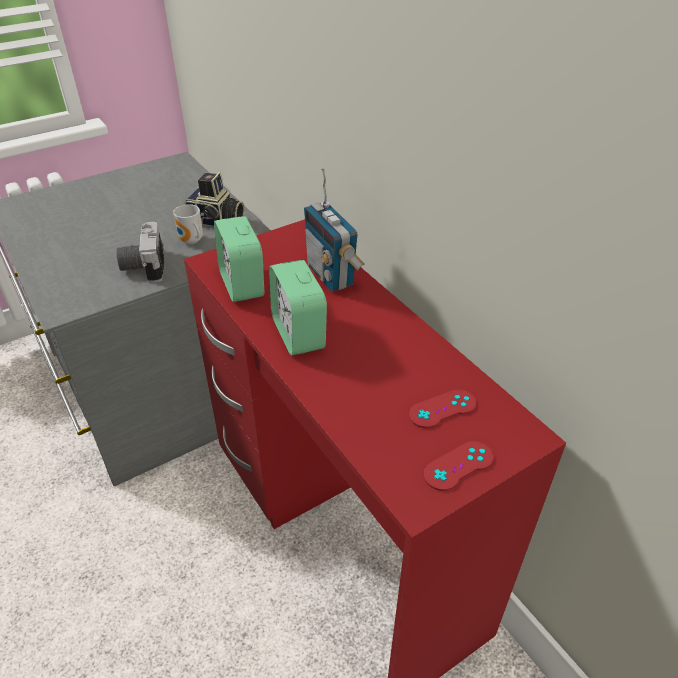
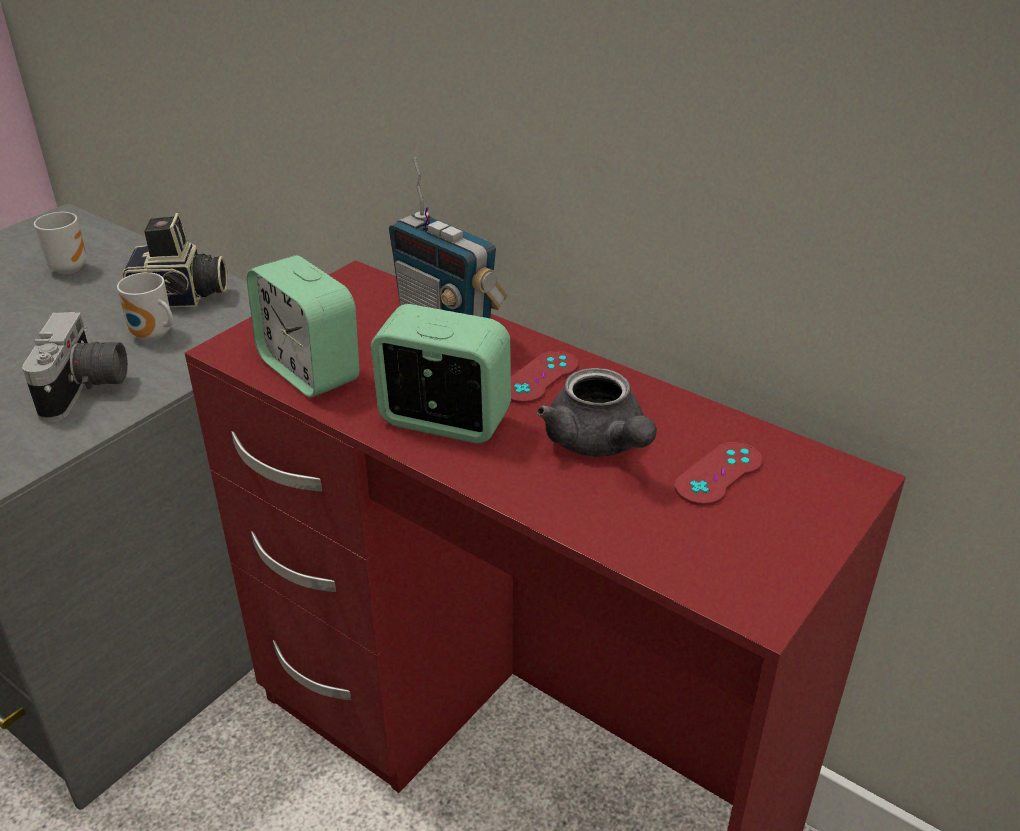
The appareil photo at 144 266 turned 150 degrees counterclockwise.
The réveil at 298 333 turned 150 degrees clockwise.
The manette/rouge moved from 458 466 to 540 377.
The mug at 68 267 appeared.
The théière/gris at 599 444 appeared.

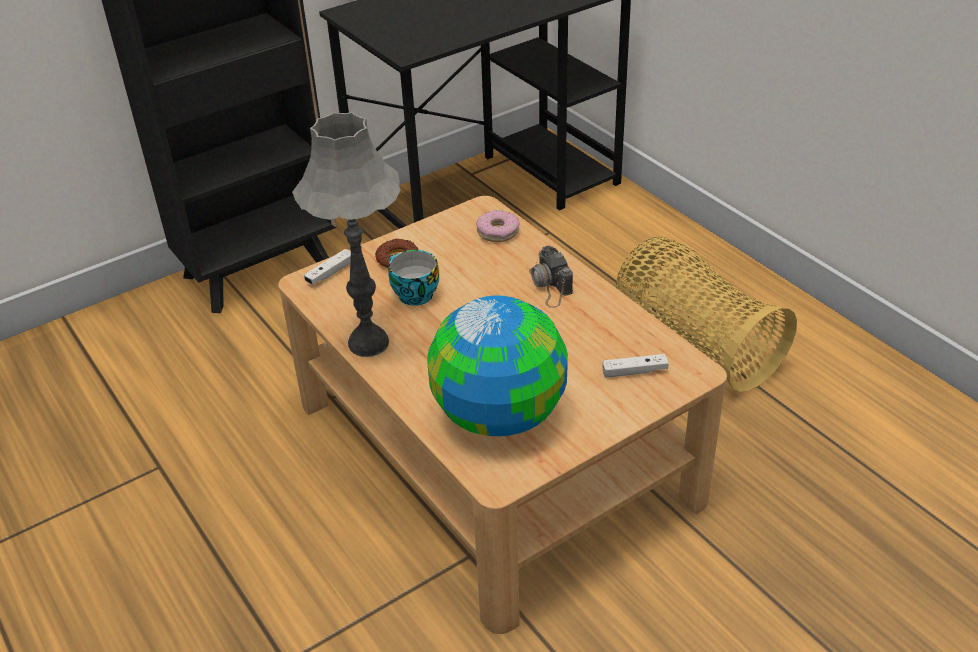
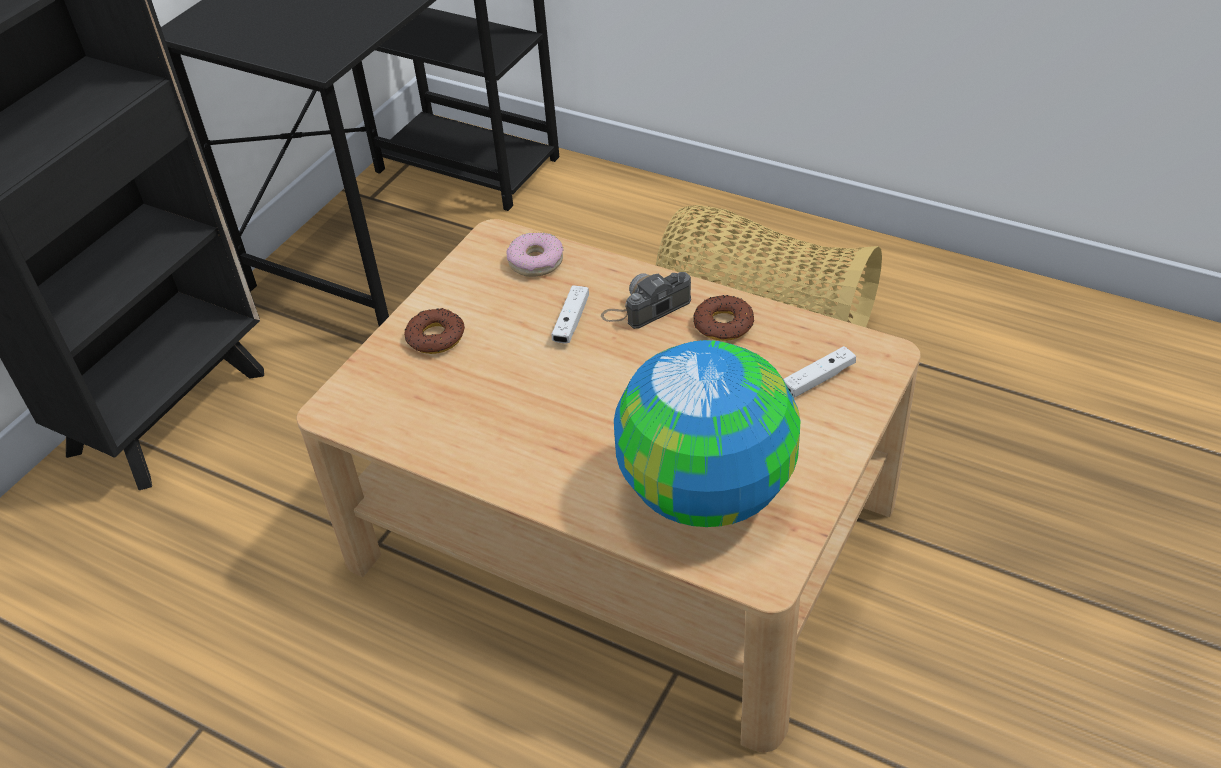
The lampe de table/gris at 369 343 disappeared.
The manette/blanc moved from 330 273 to 571 322.
The tasse at 412 294 disappeared.
The appareil photo at 550 285 turned 105 degrees clockwise.
The beignet at 723 324 appeared.

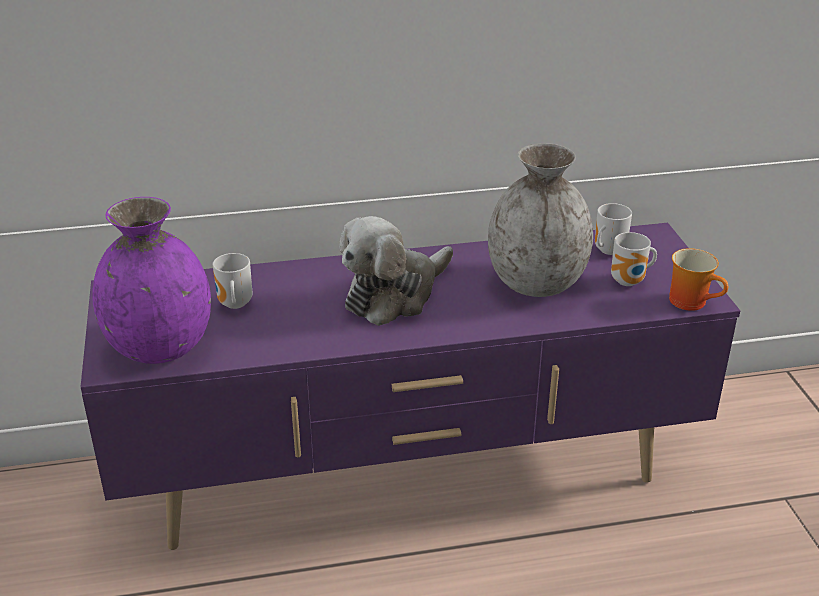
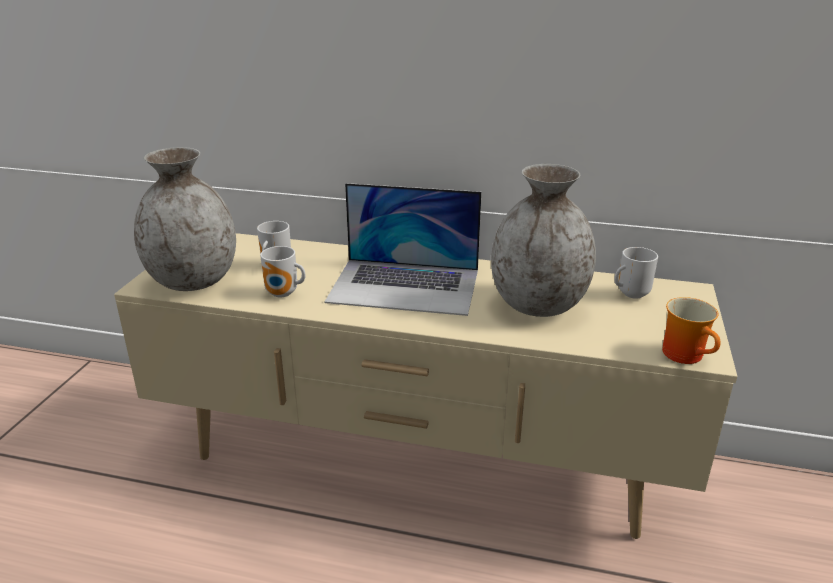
The meuble télé/violet at 410 478 became the meuble télé/beige at 418 464.
The vase/violet at 160 346 became the vase/gris at 194 281.
The peluche at 394 295 was replaced by the ordinateur portable at 405 286.
The mug moved from 630 282 to 283 294.

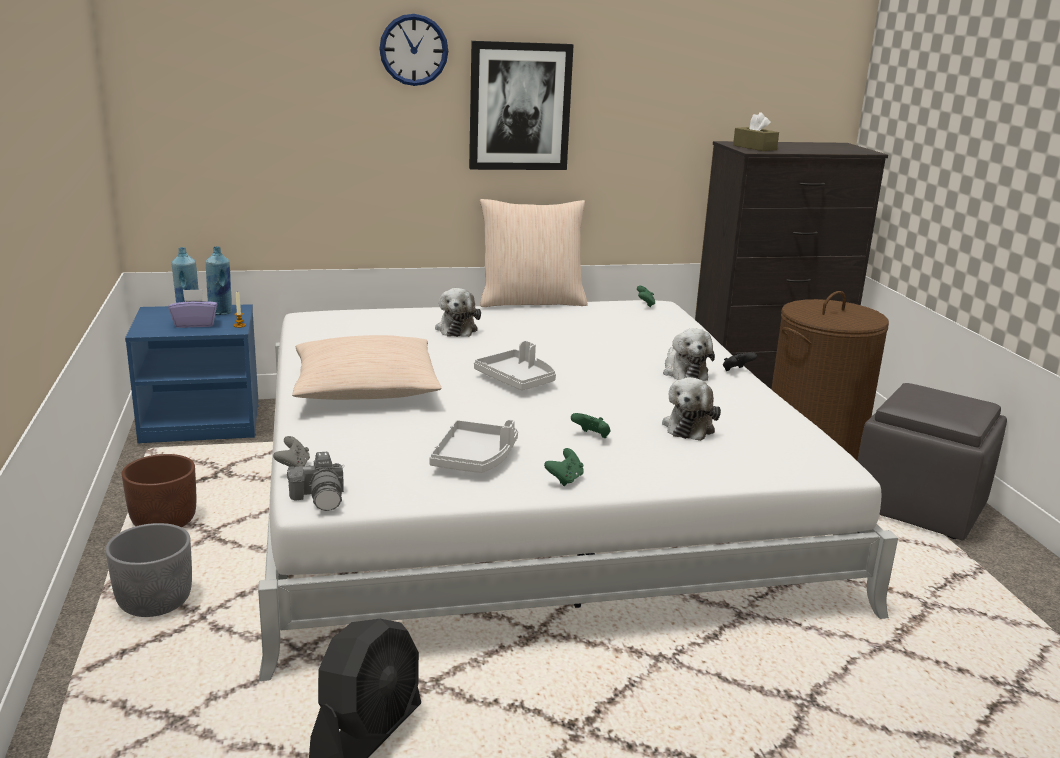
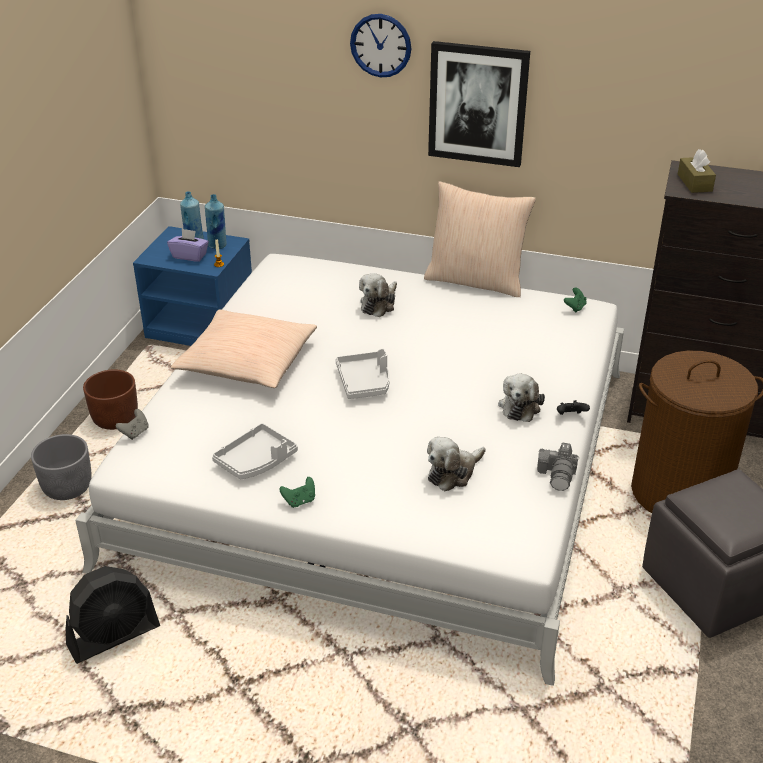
The appareil photo moved from 320 497 to 558 475.
The manette/vert at 591 436 disappeared.

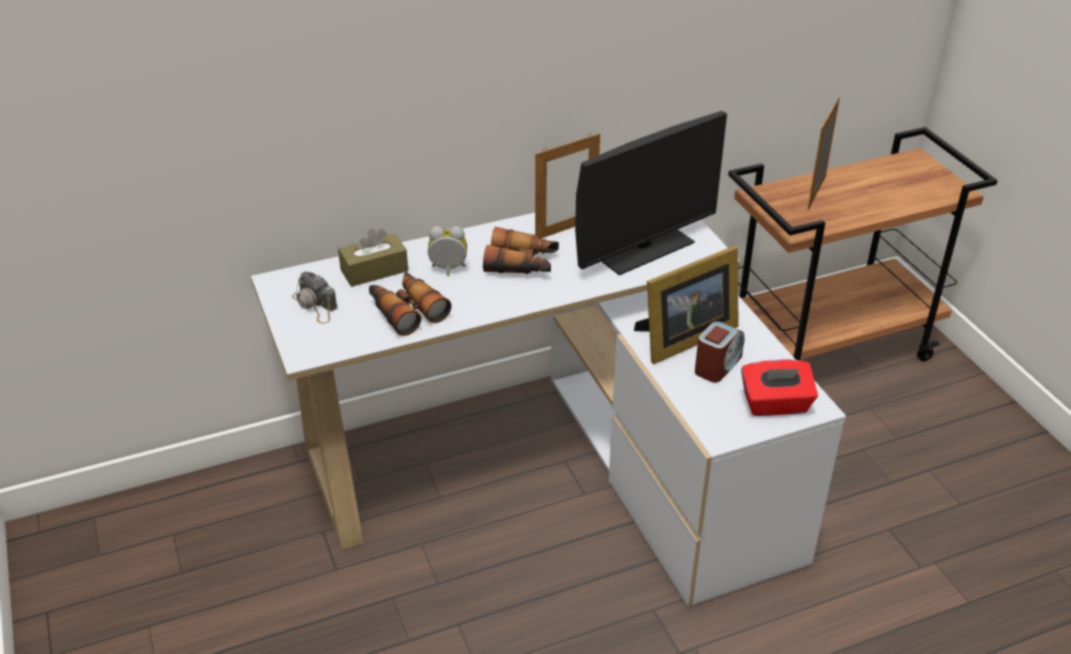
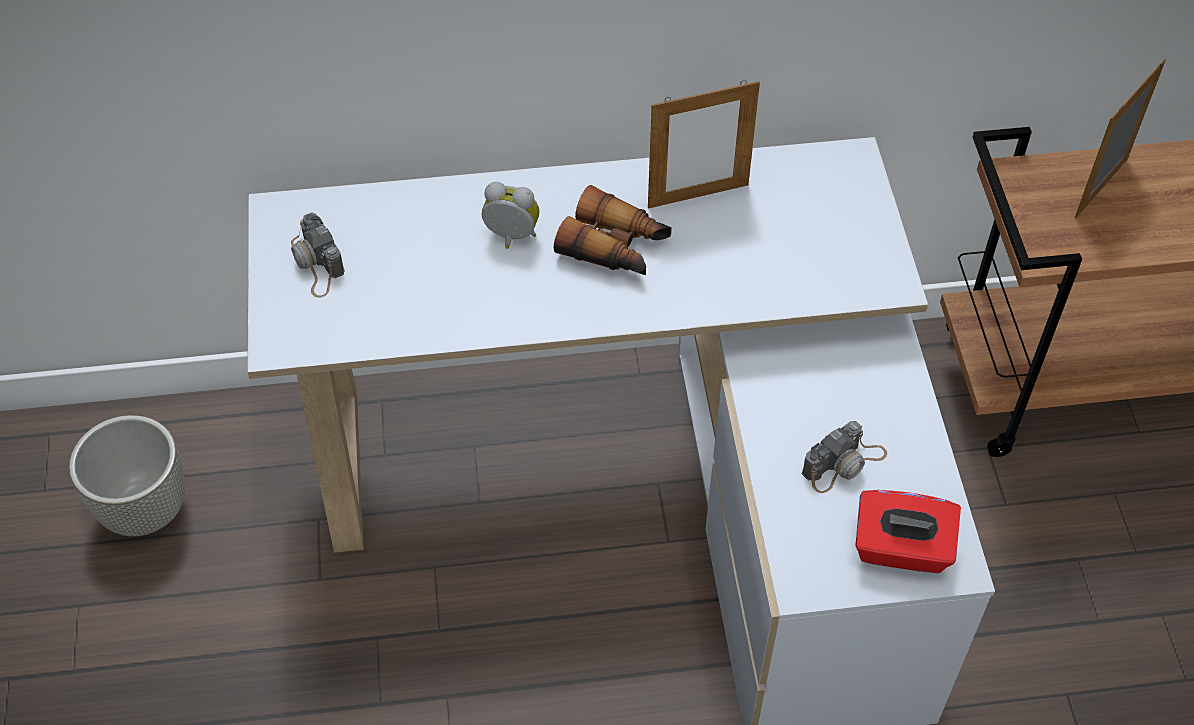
The boîte à mouchoirs/marron at 374 270 disappeared.
The jumelles at 406 310 disappeared.
The écran d'ordinateur at 643 248 disappeared.
The cadre photo at 683 338 disappeared.
The réveil at 717 365 was replaced by the appareil photo at 844 463.
The cache-pot/gris at 144 508 appeared.

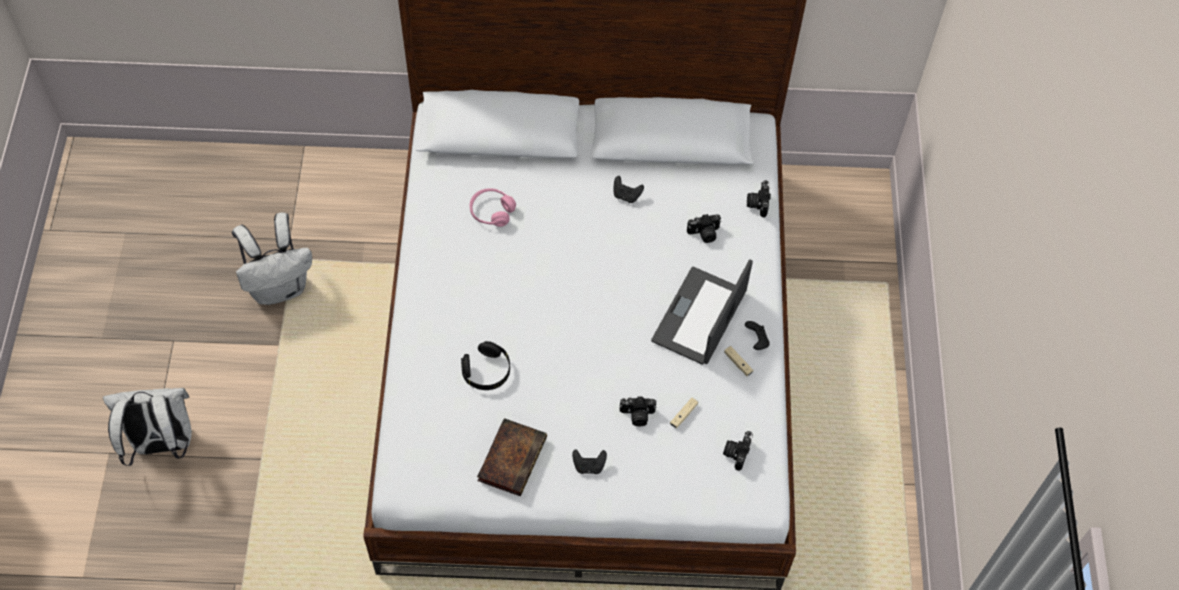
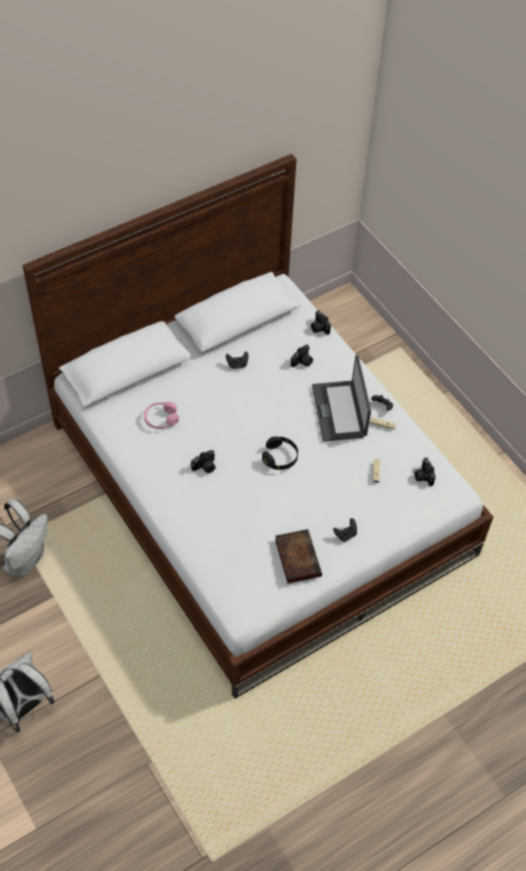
The casque audio/noir moved from 486 372 to 280 458.
The appareil photo moved from 637 415 to 205 467.

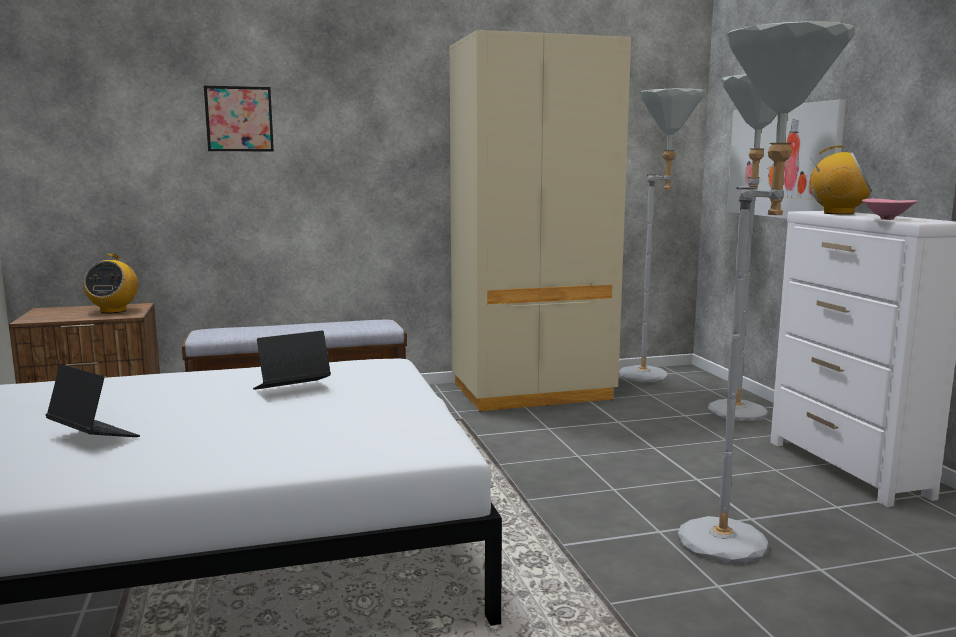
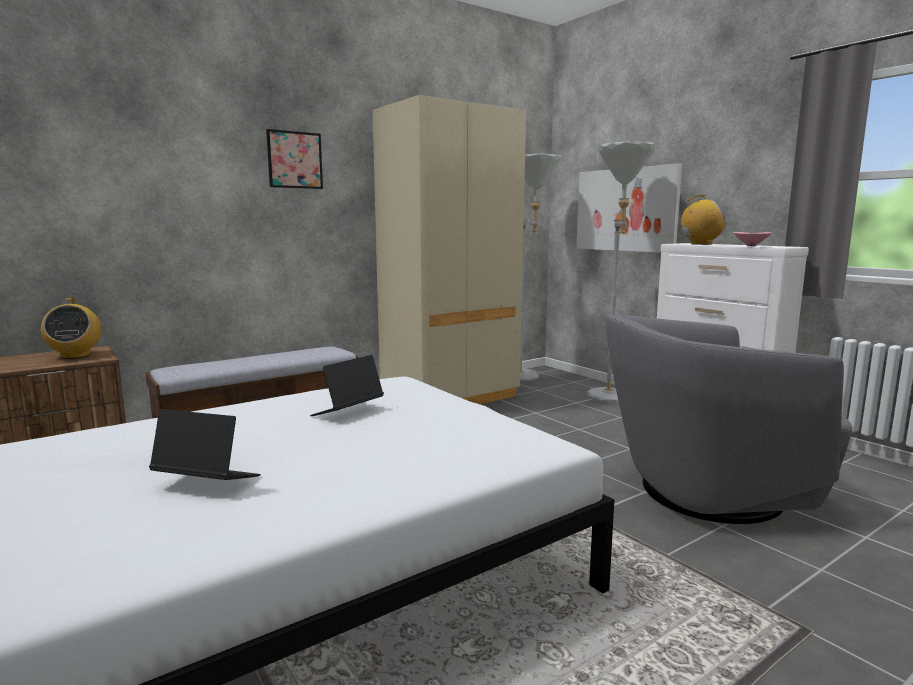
The tableau moved from 239 119 to 295 160.
The lampadaire/gris at 742 545 was replaced by the fauteuil/gris at 706 492.

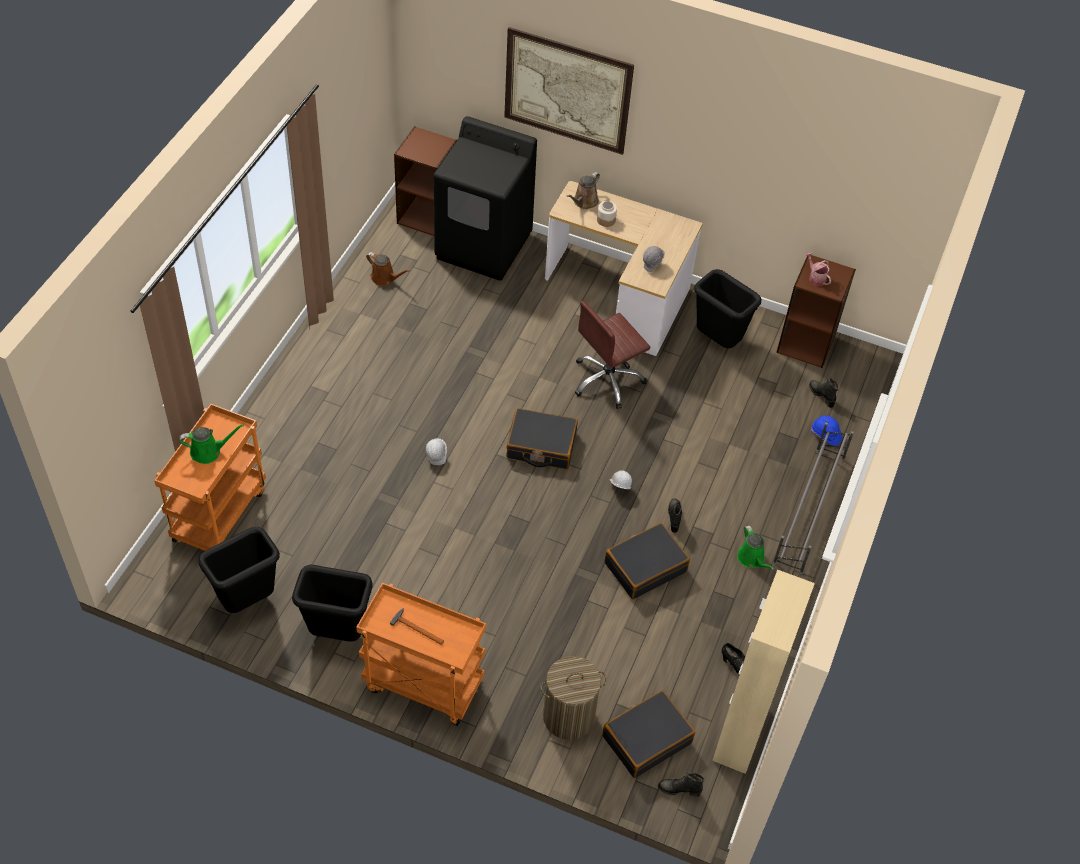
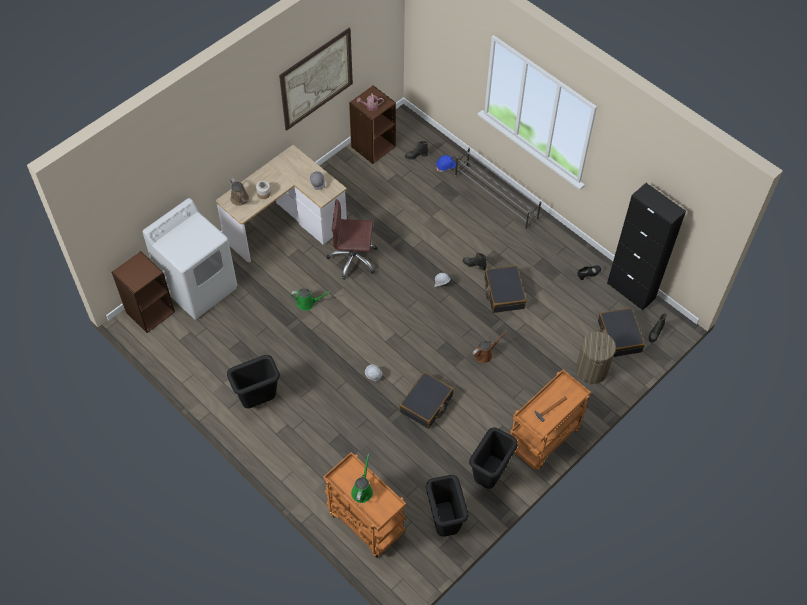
The arrosoir/marron moved from 385 278 to 485 354.
The lave-linge/noir at 484 246 became the lave-linge/blanc at 199 287.
The tableau moved from 567 91 to 316 79.
The valise/noir moved from 541 446 to 426 404.
The chaise de bureau/marron at 607 380 turned 105 degrees clockwise.
The poubelle/noir moved from 718 342 to 259 400.
The meuble de rangement/beige at 740 734 became the meuble de rangement/noir at 631 291.
The arrosoir/vert moved from 752 559 to 307 303.

